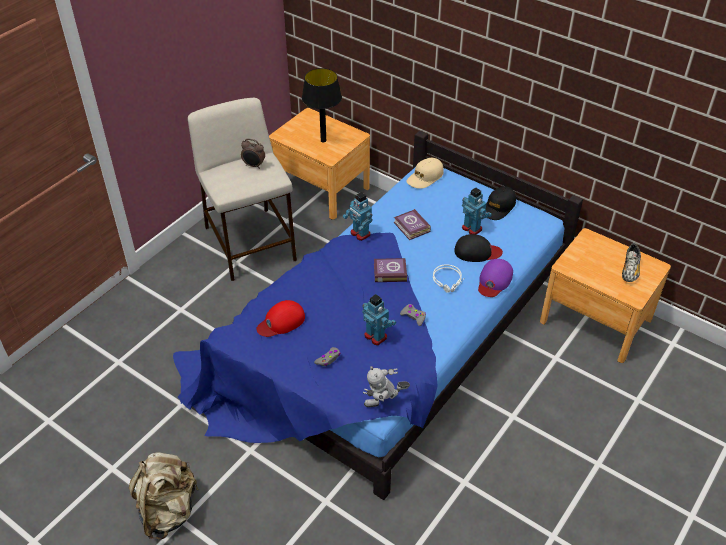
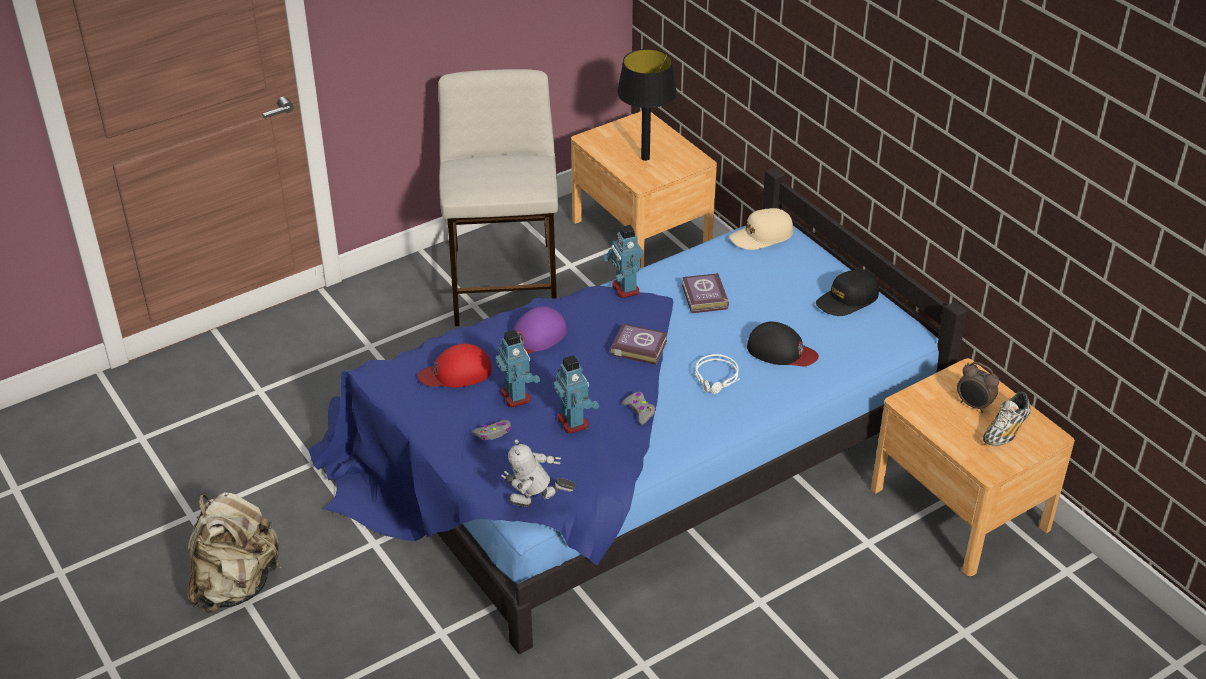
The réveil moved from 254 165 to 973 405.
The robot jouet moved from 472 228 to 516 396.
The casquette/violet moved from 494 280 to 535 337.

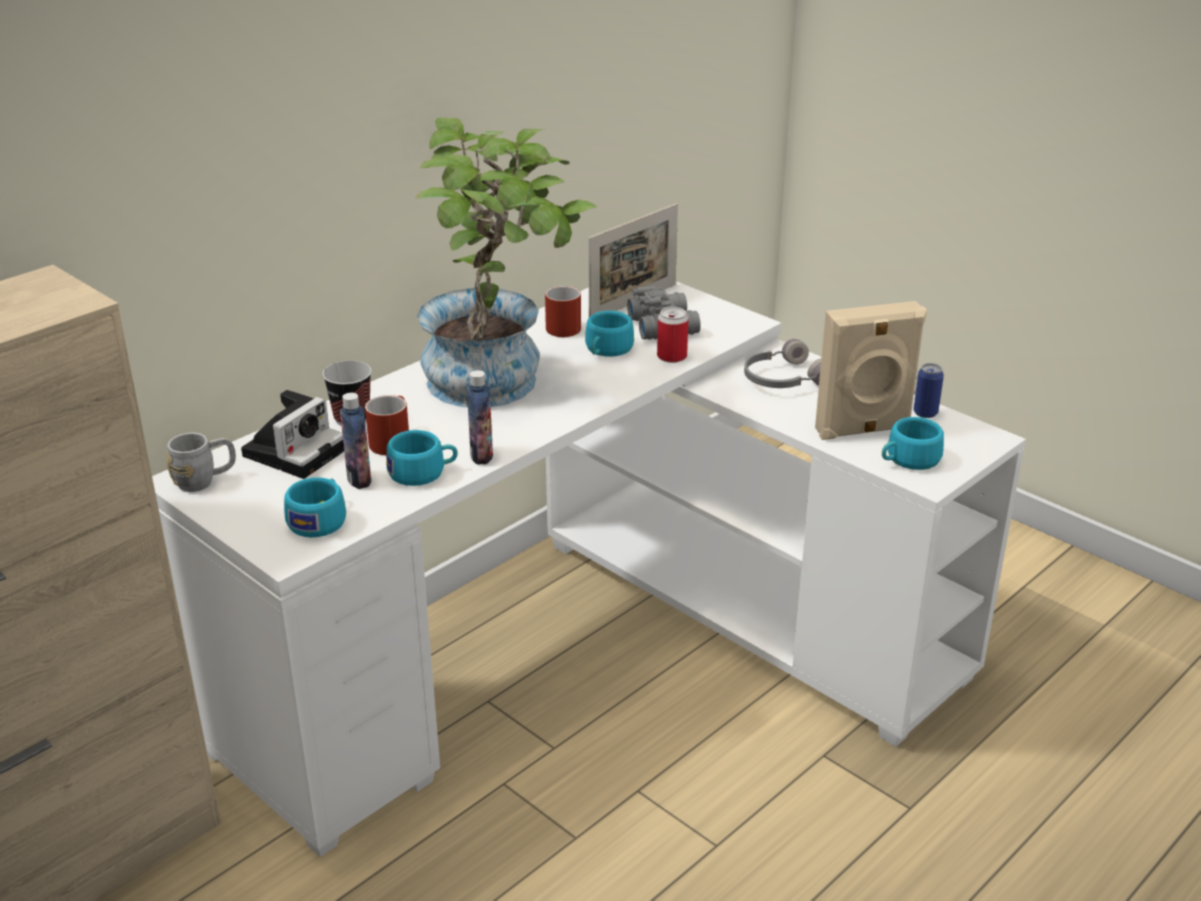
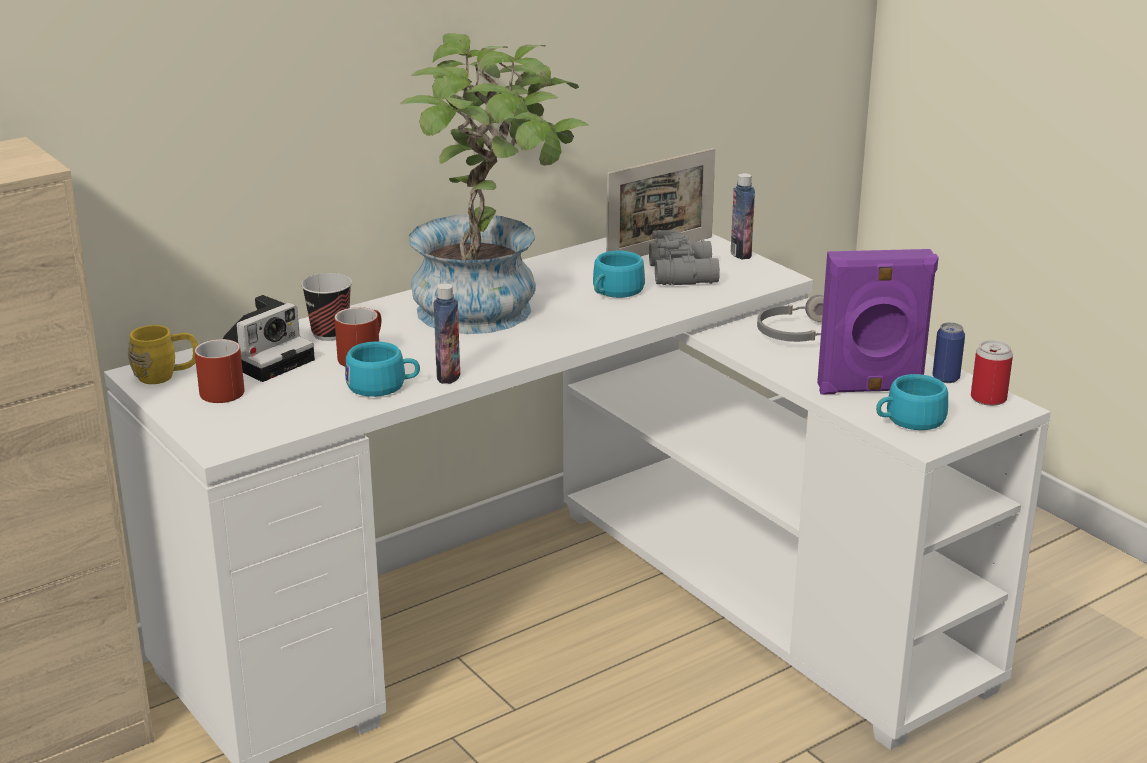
The mug/gris at 205 480 became the mug/jaune at 166 375.
The tasse/turquoise at 320 519 disappeared.
The bouteille moved from 359 479 to 741 254.
The mug/rouge moved from 559 326 to 220 389.
The boîte métallique moved from 672 357 to 988 399.
The enceinte/beige at 863 430 became the enceinte/violet at 870 389.

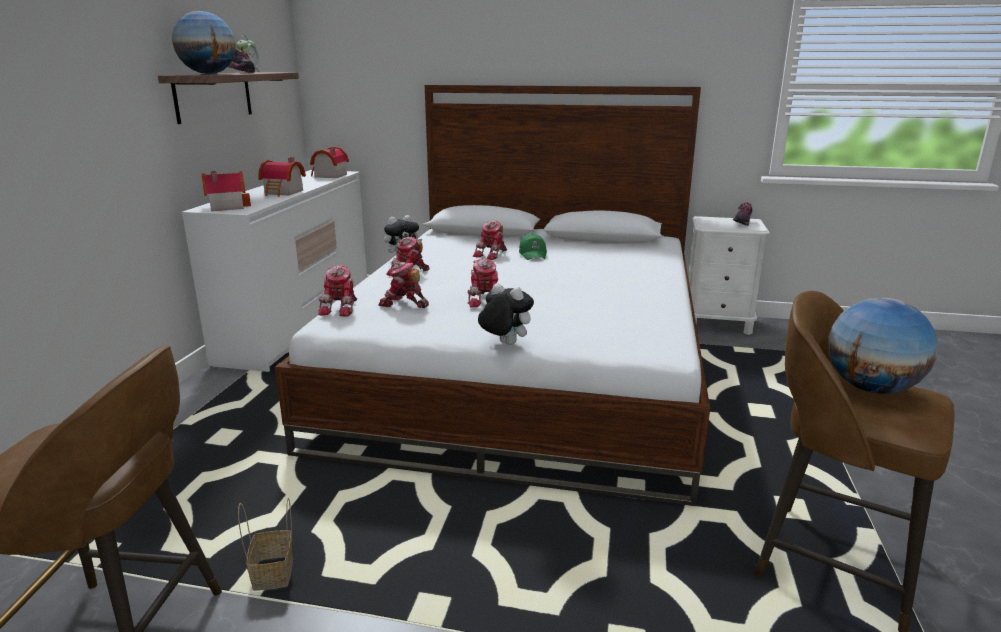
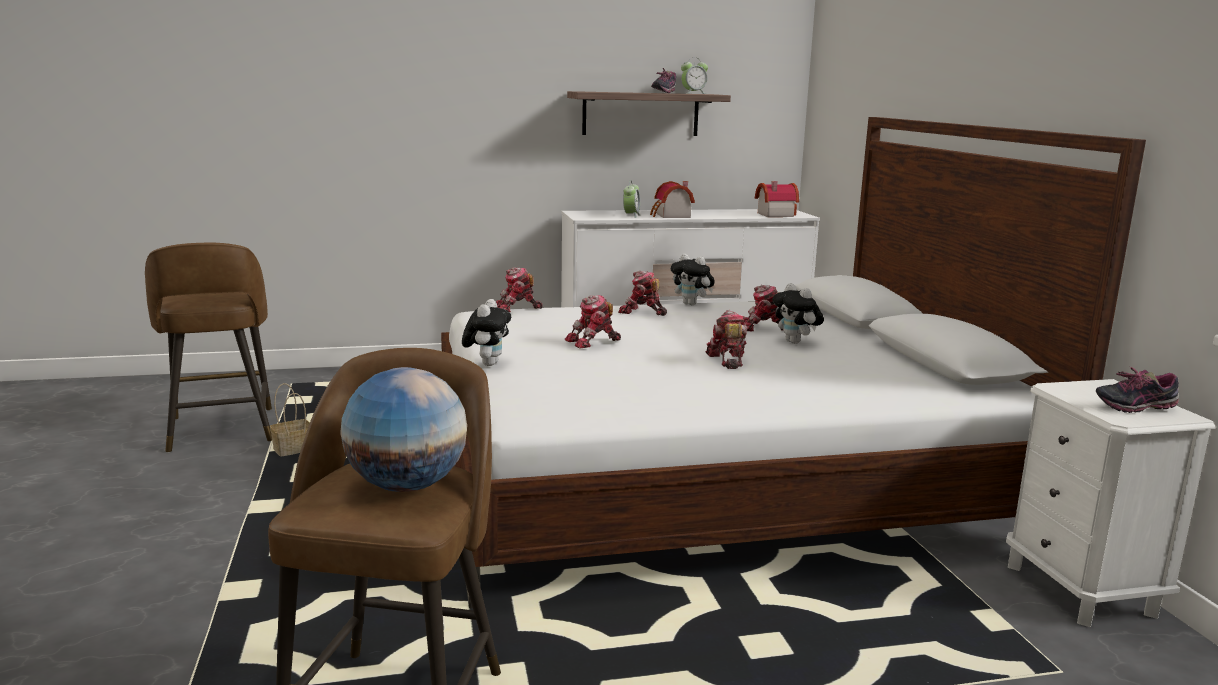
The globe at 209 74 disappeared.
The maison miniature at 225 206 disappeared.
The robot jouet moved from 404 304 to 727 360.
The casquette/vert at 533 254 was replaced by the peluche at 796 342.
The réveil at 631 216 appeared.

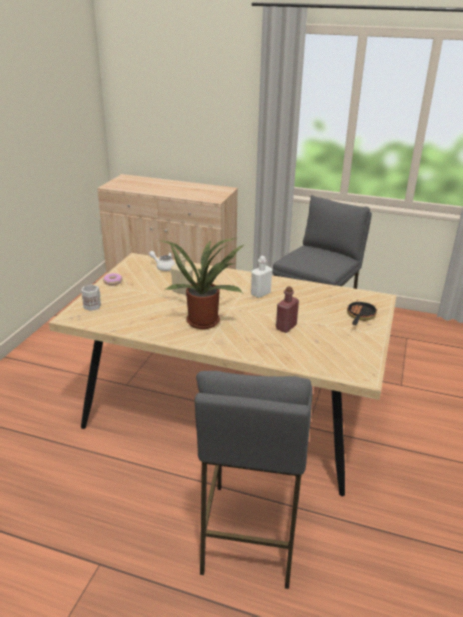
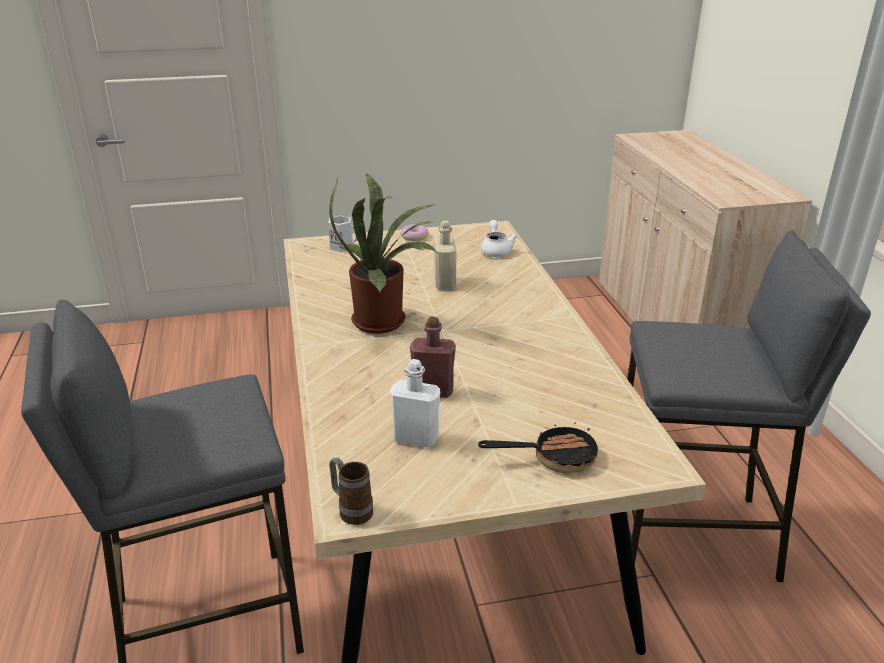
The bouteille/blanc moved from 260 294 to 416 438.
The mug at 351 510 appeared.

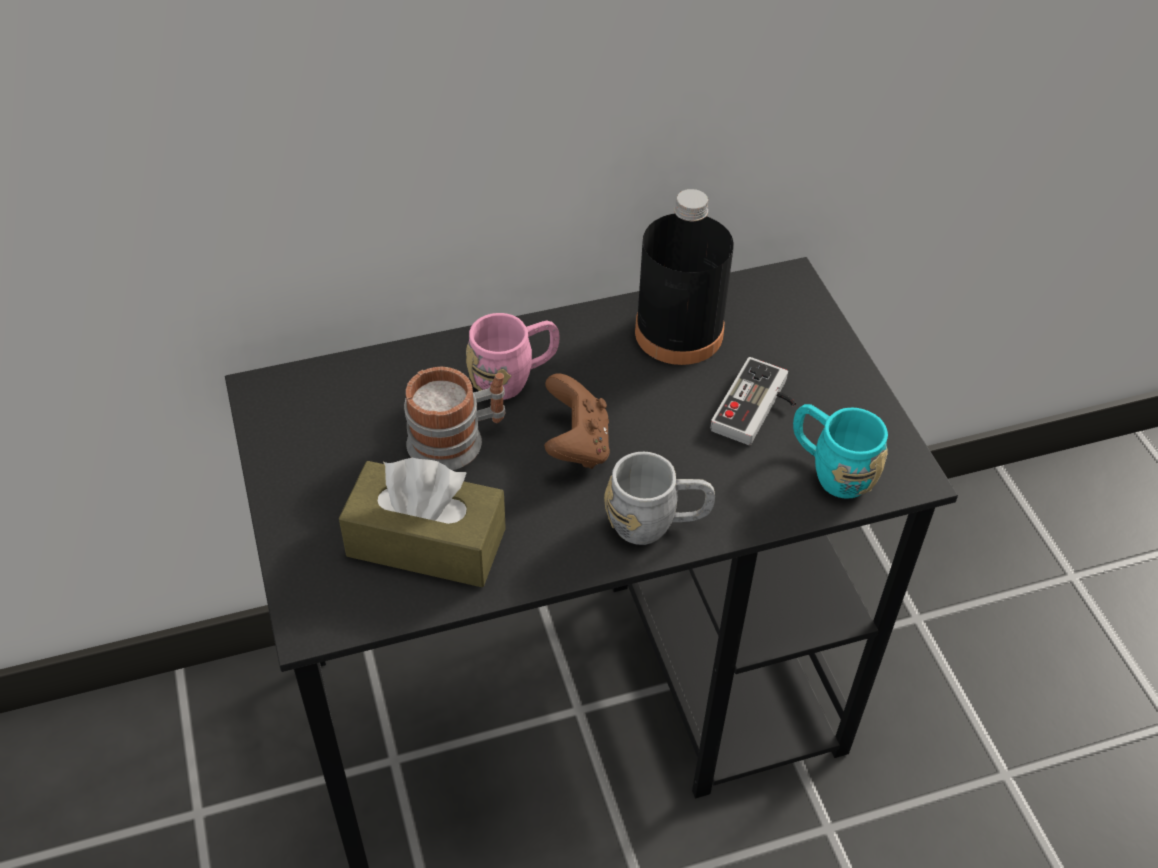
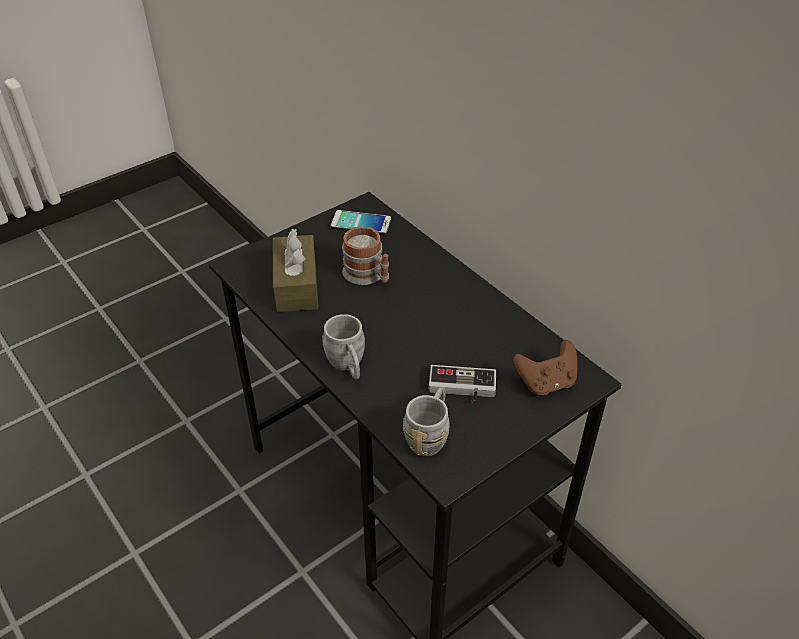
The mug/rose at 514 378 disappeared.
The manette/marron moved from 576 445 to 546 382.
The bouteille/noir at 679 333 disappeared.
The mug/turquoise at 830 470 became the mug/gris at 429 435.
The téléphone at 361 223 appeared.

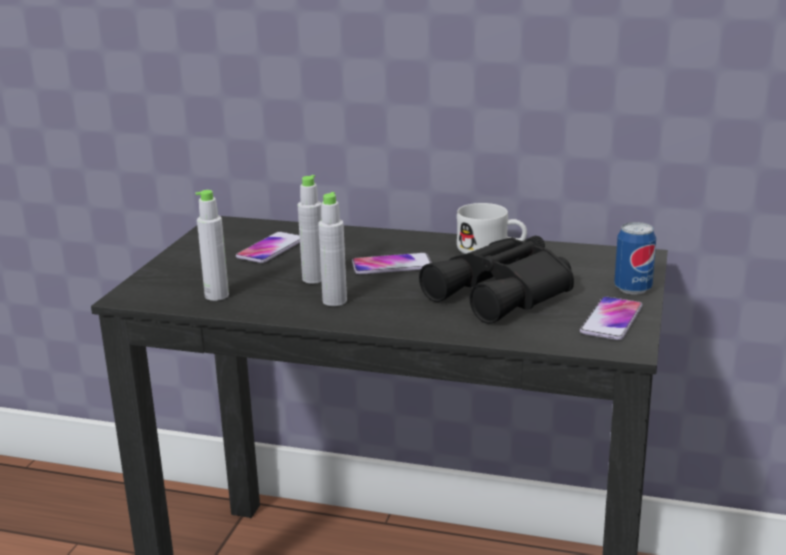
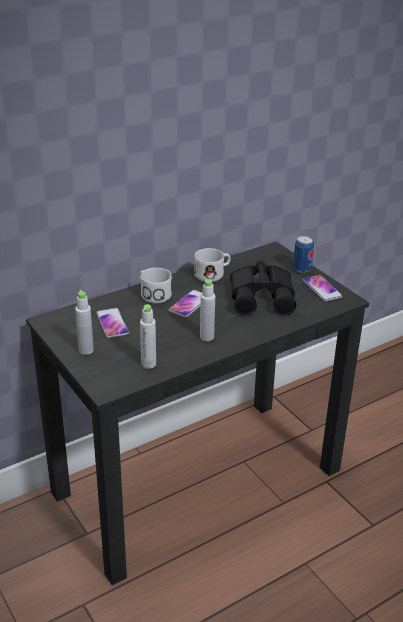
The bouteille/gris moved from 313 279 to 86 350.
The mug/blanc at 152 294 appeared.

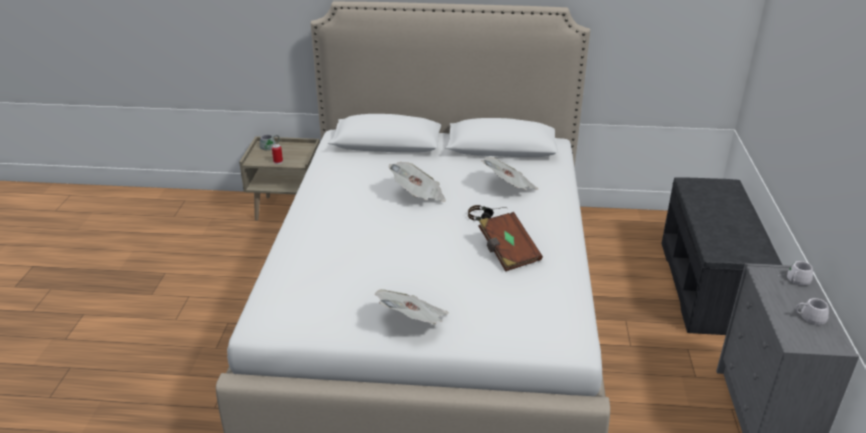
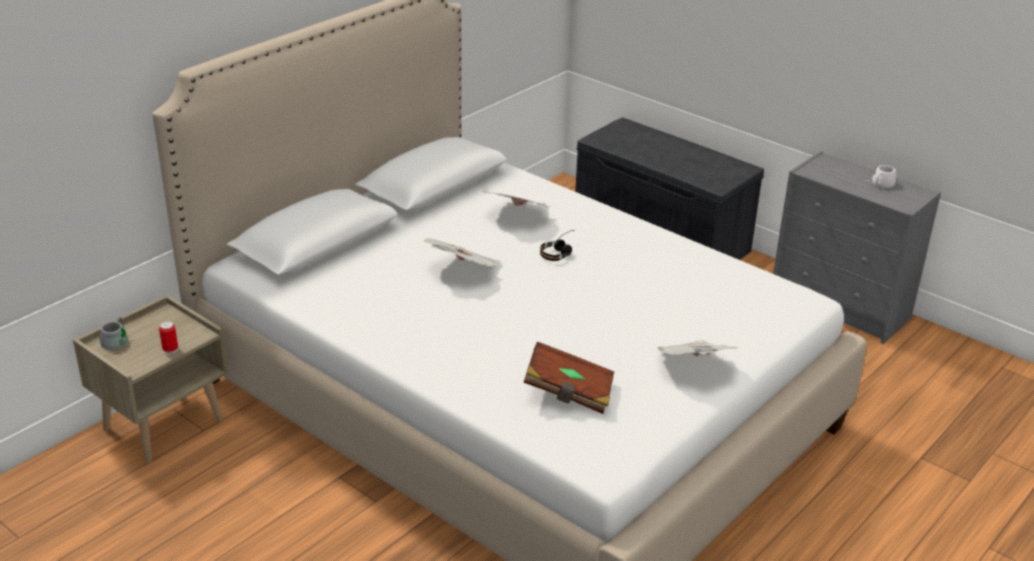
The livre/marron moved from 507 252 to 568 393.
The mug/blanc at 794 279 disappeared.

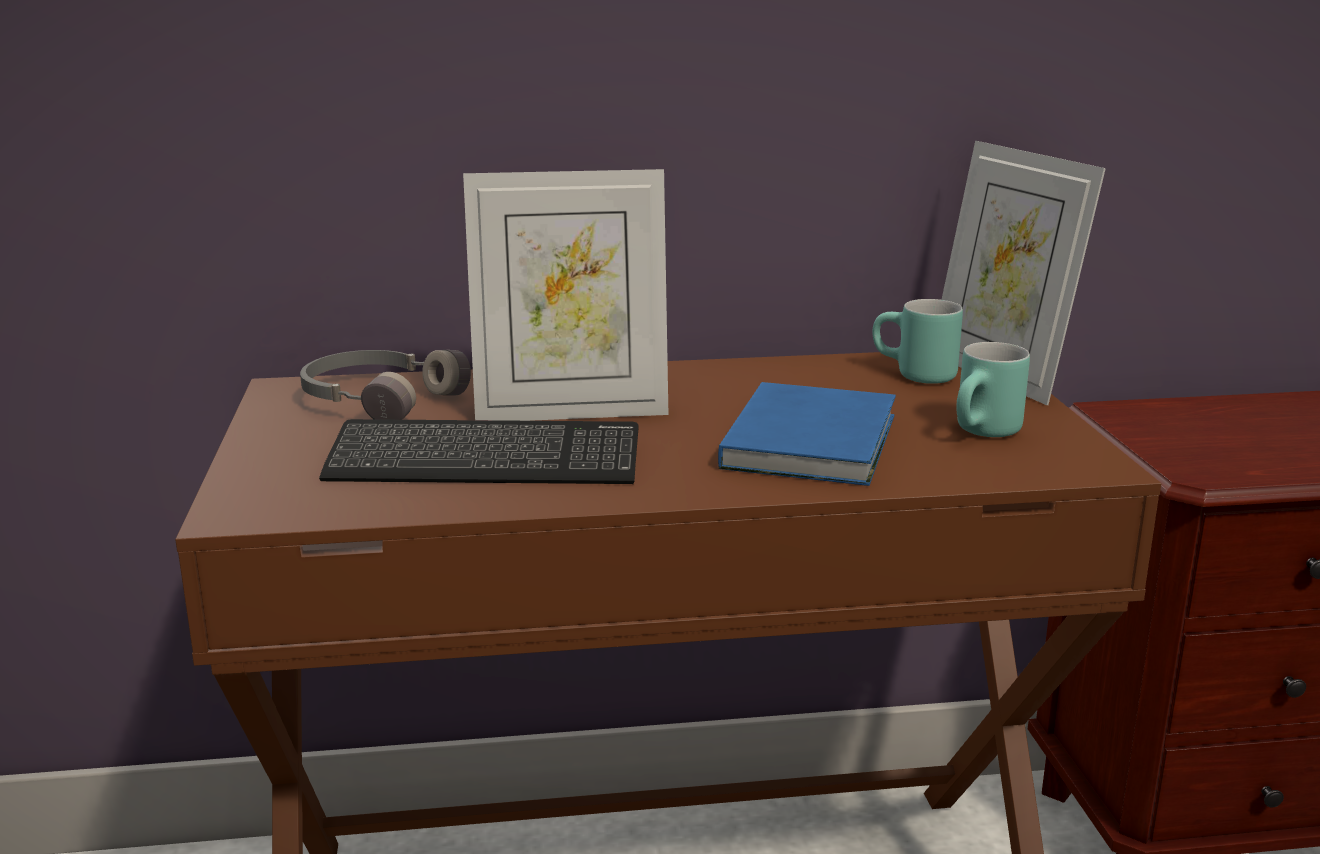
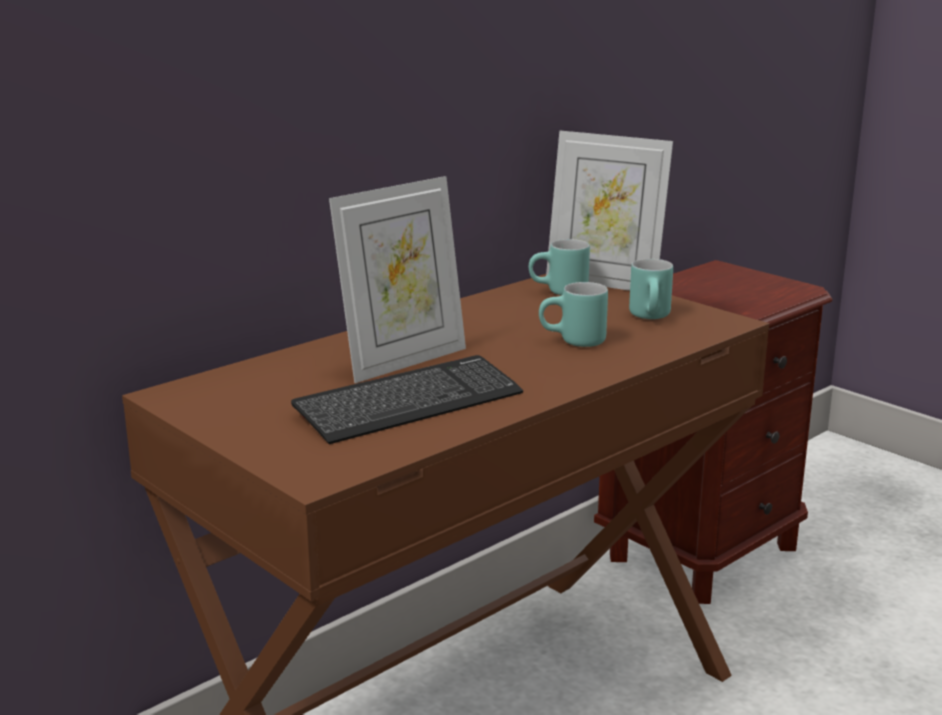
The casque audio/gris at 379 400 disappeared.
The livre/bleu at 814 440 was replaced by the mug/turquoise at 573 342.

